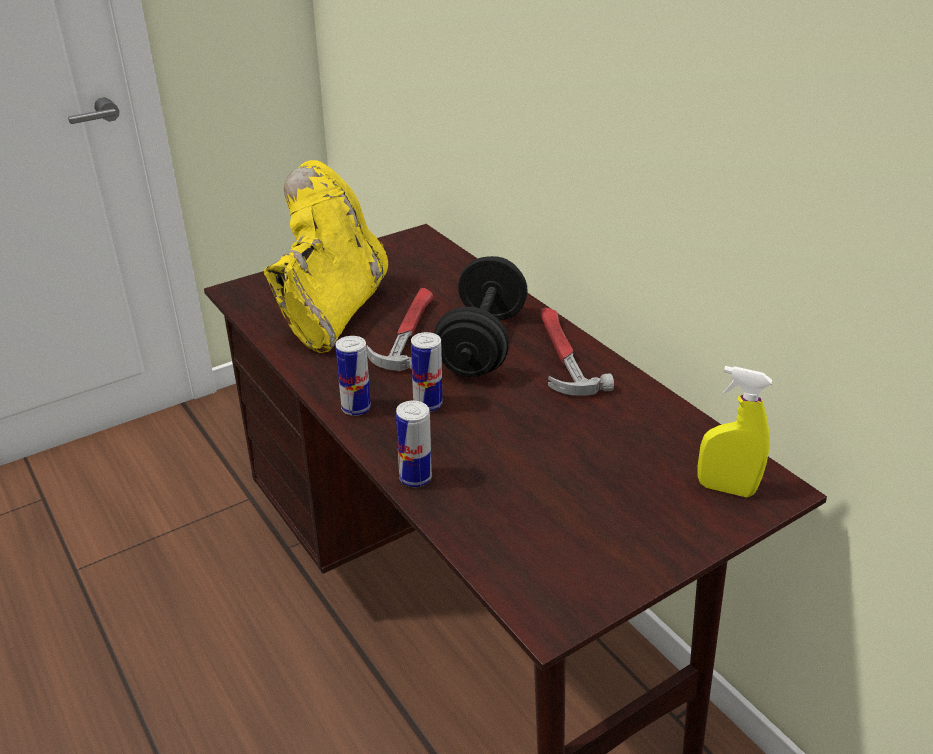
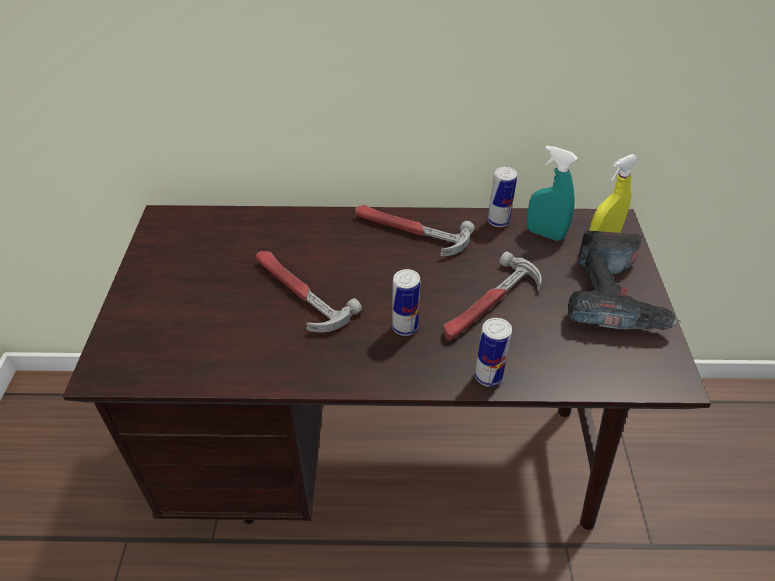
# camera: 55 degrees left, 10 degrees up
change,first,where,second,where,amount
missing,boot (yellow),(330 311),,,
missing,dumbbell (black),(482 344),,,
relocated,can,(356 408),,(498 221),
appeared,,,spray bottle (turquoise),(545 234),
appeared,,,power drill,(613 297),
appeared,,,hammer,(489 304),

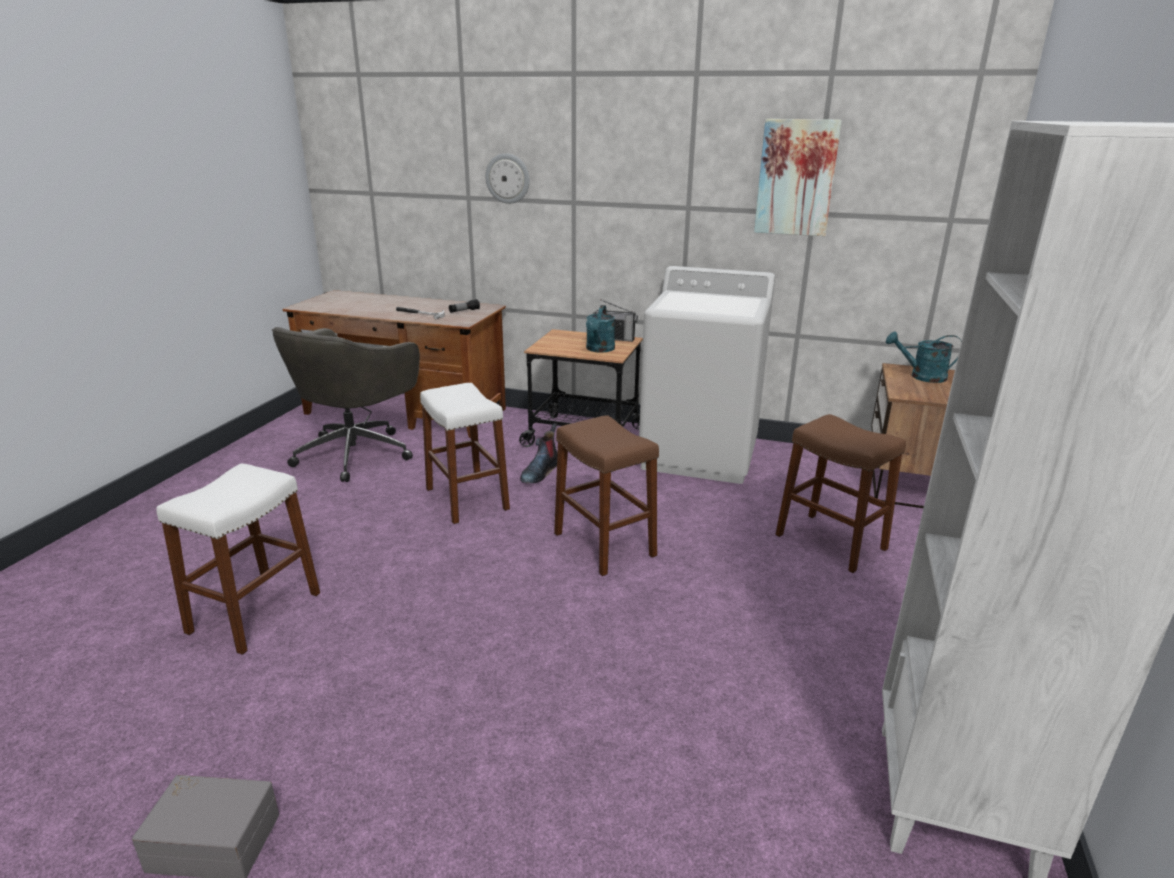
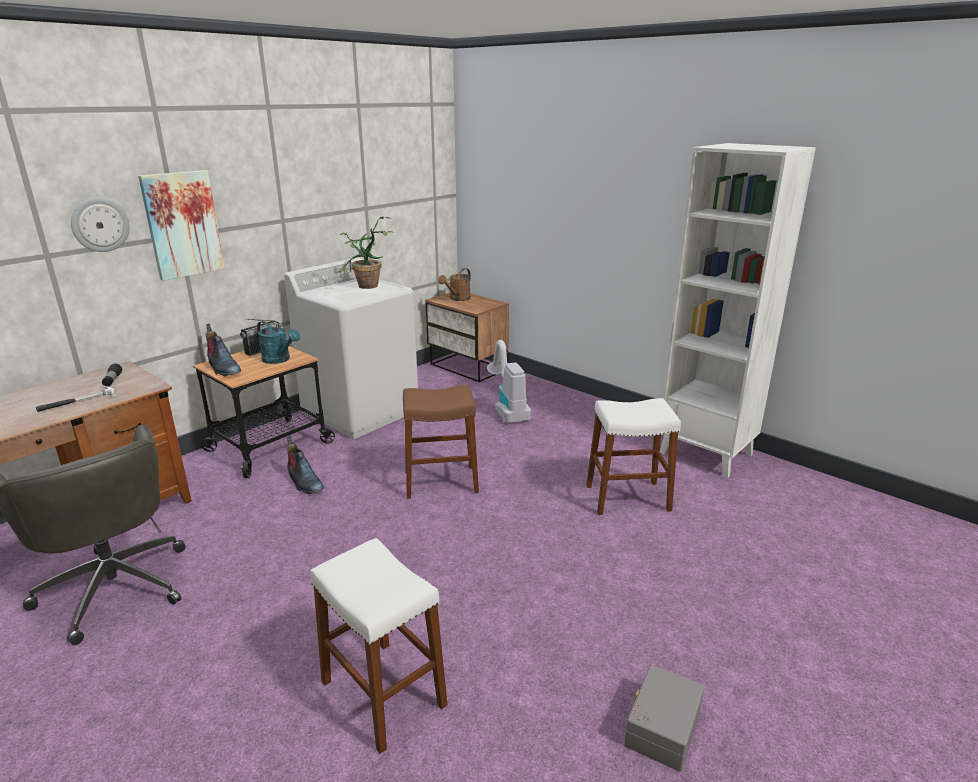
# camera: 65 degrees left, 0 degrees up
change,first,where,second,where,amount
relocated,picture,(796 178),,(182 224),
colour,watering can (turquoise),(921 377),watering can (brown),(457 299),
relocated,stool (white),(467 499),,(627 498),
exchanged,stool (brown),(830 542),vacuum cleaner,(507 408),
appeared,,,potted plant,(366 287),
appeared,,,boot,(223 368),

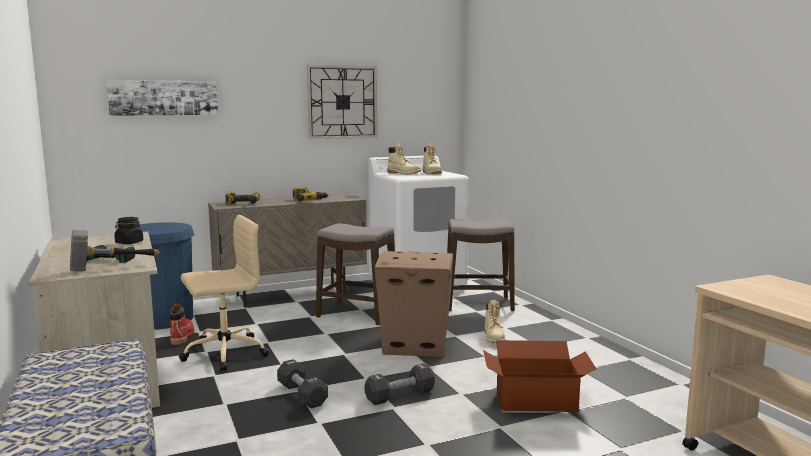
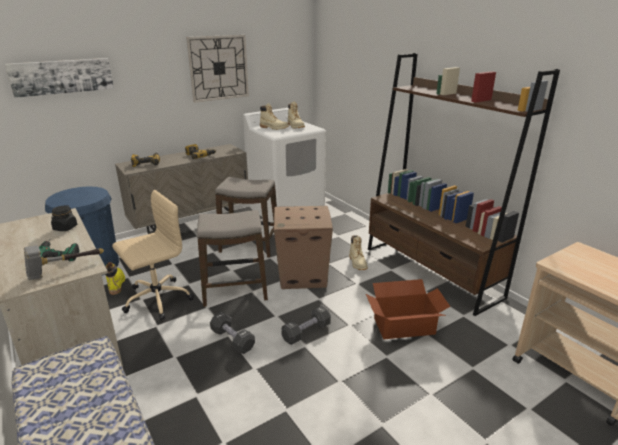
# camera: 10 degrees left, 15 degrees up
change,first,where,second,where,amount
relocated,stool,(478 304),,(235 291),
colour,boot (red),(182 336),boot (yellow),(116 284),
appeared,,,bookcase (brown),(431 272),

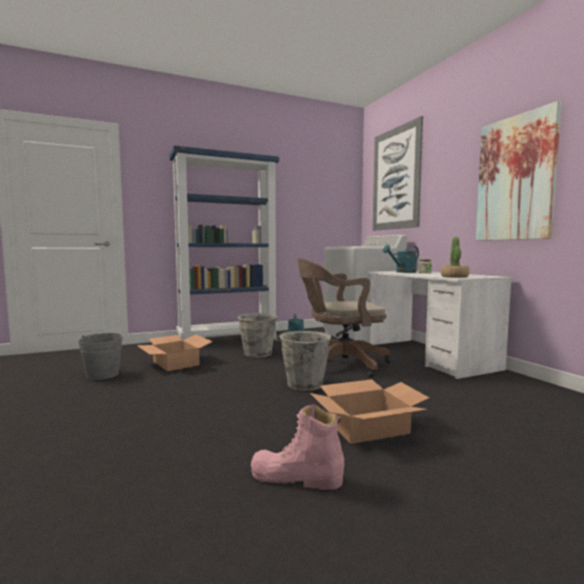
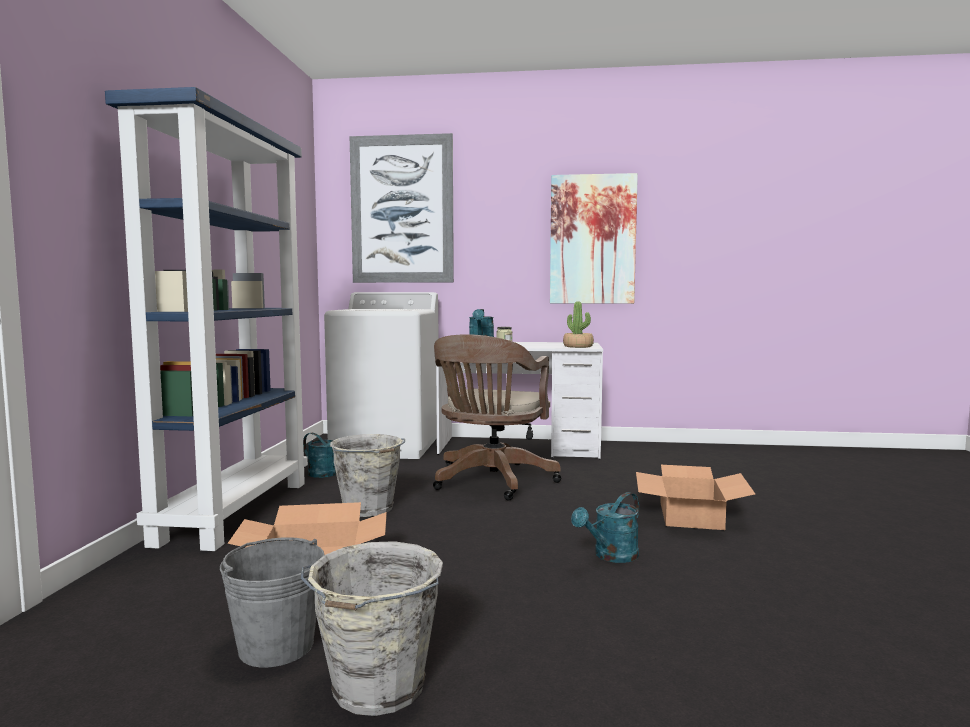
# camera: 60 degrees left, 0 degrees up
change,first,where,second,where,amount
relocated,bucket (grey),(303 384),,(376 689),
missing,boot (pink),(296 477),,,
appeared,,,watering can (turquoise),(611 556),

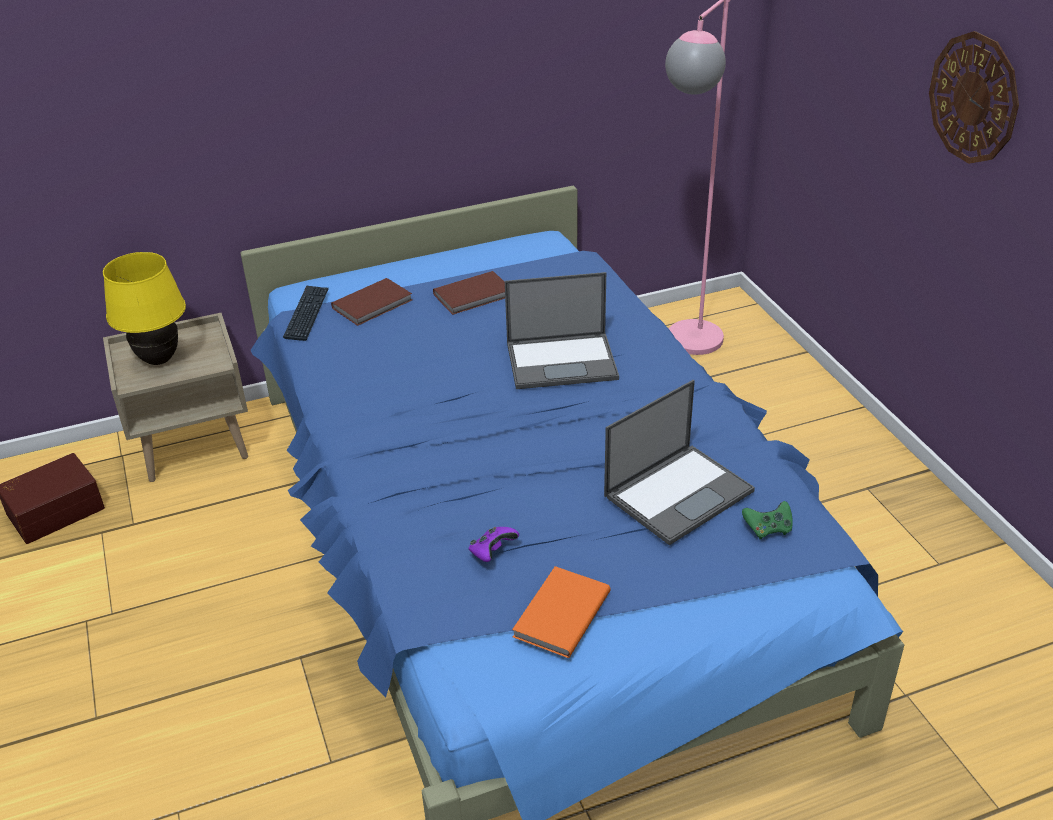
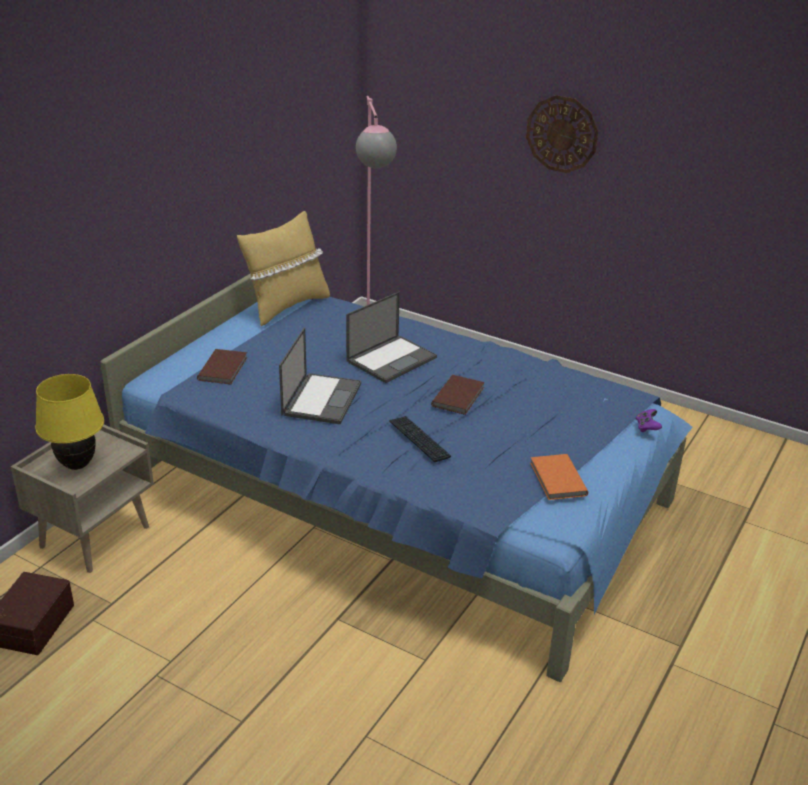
# camera: 40 degrees left, 5 degrees down
change,first,where,second,where,amount
relocated,book (brown),(474 295),,(459 396),
relocated,keyboard,(307 314),,(419 440),
relocated,laptop,(679 492),,(321 398),
missing,game controller (green),(768 529),,,
relocated,game controller (purple),(492 552),,(647 427),
appeared,,,pillow (yellow),(286 306),

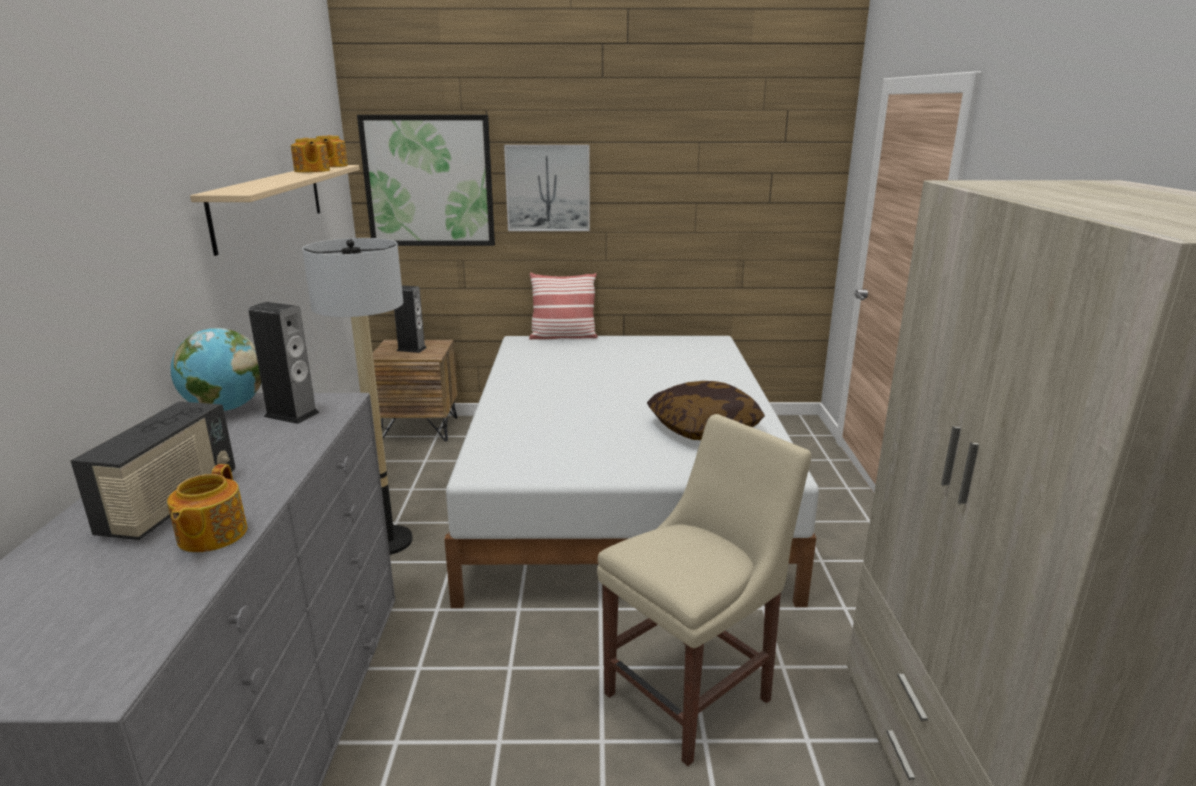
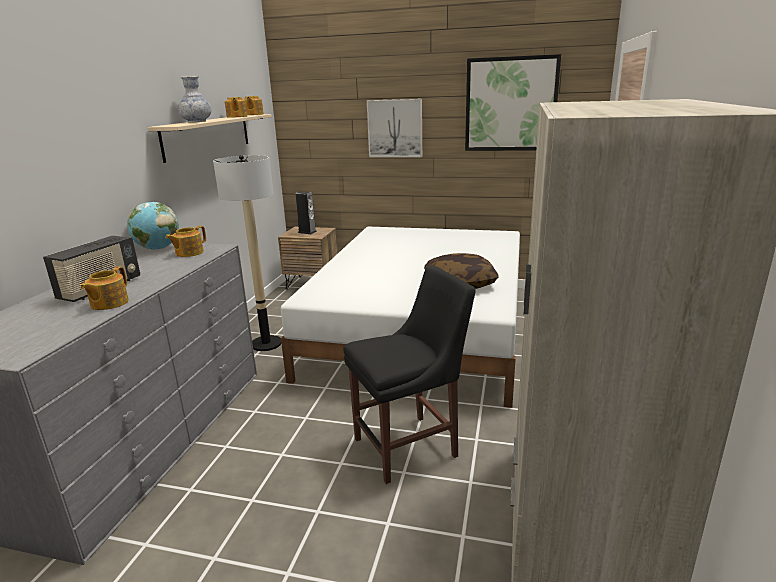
# camera: 15 degrees right, 0 degrees up
change,first,where,second,where,amount
relocated,picture,(429 181),,(510 104),
missing,pillow,(563 336),,,
exchanged,speaker,(291 414),teapot,(188 253),
colour,chair (beige),(694 693),chair (black),(410 446),
appeared,,,vase,(197 122),

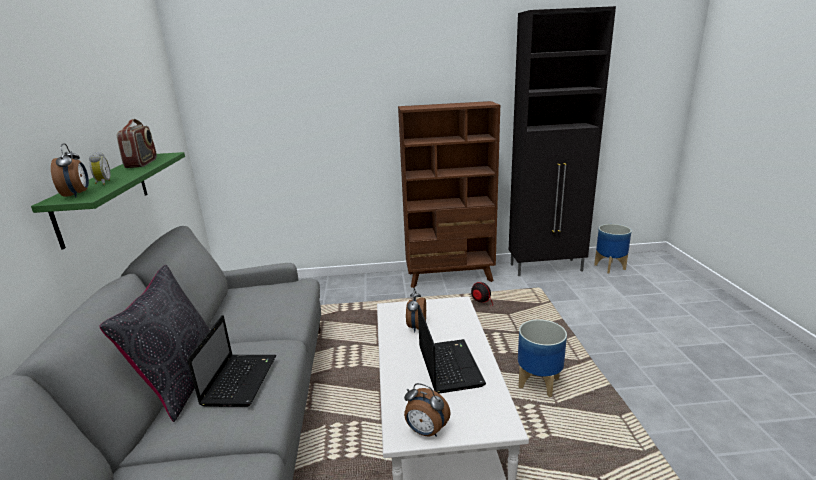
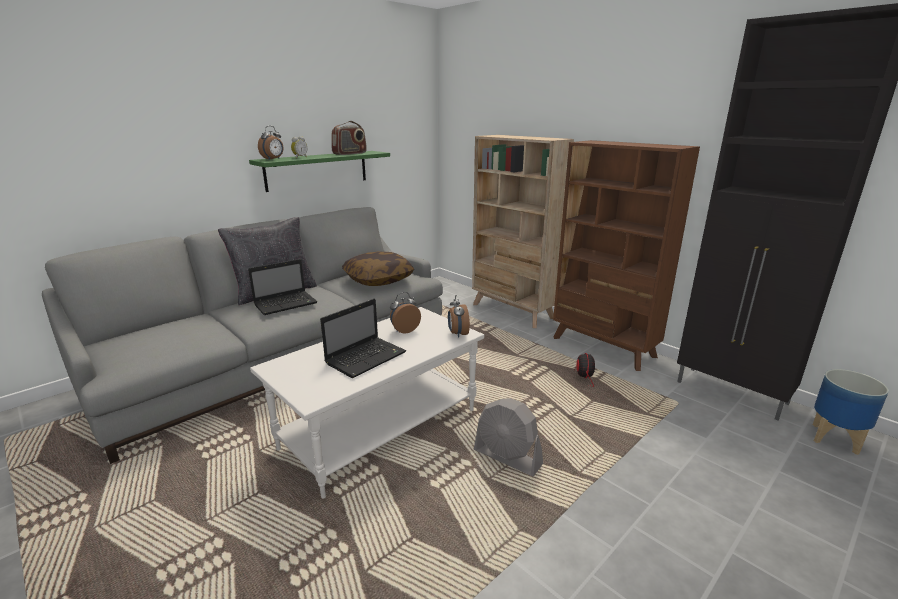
# camera: 50 degrees right, 0 degrees up
change,first,where,second,where,amount
exchanged,planter,(538 383),fan (grey),(507 458),
relocated,alarm clock,(425 431),,(457 334),
appeared,,,bookcase (beige),(513 311),
appeared,,,pillow,(378 279),

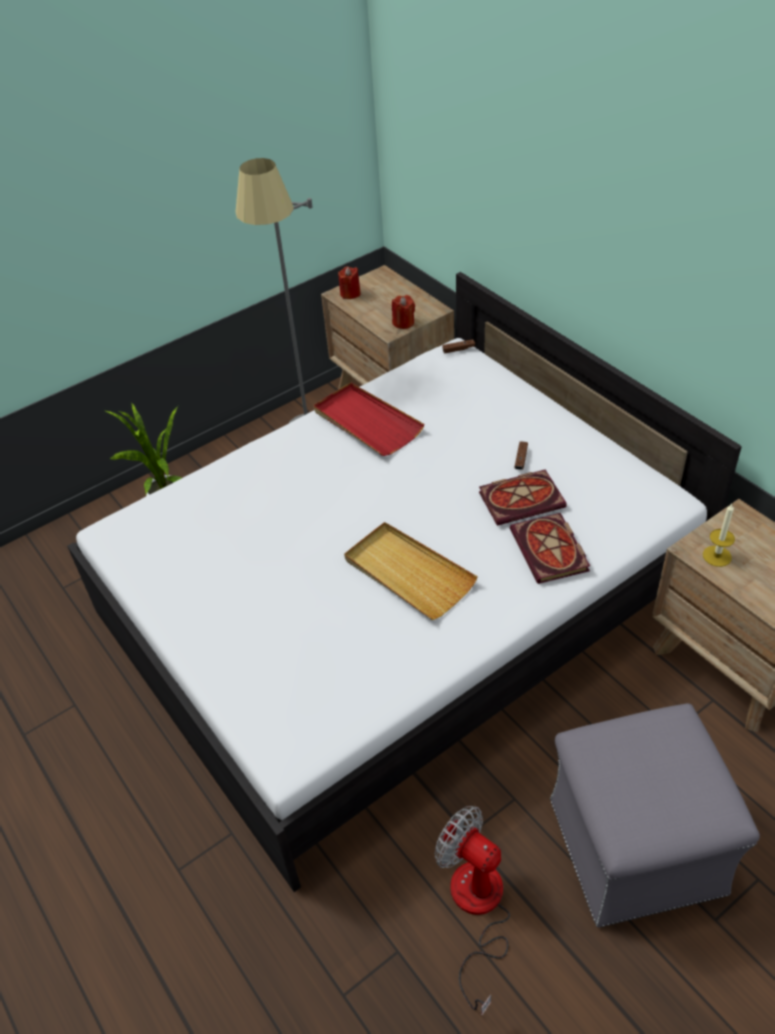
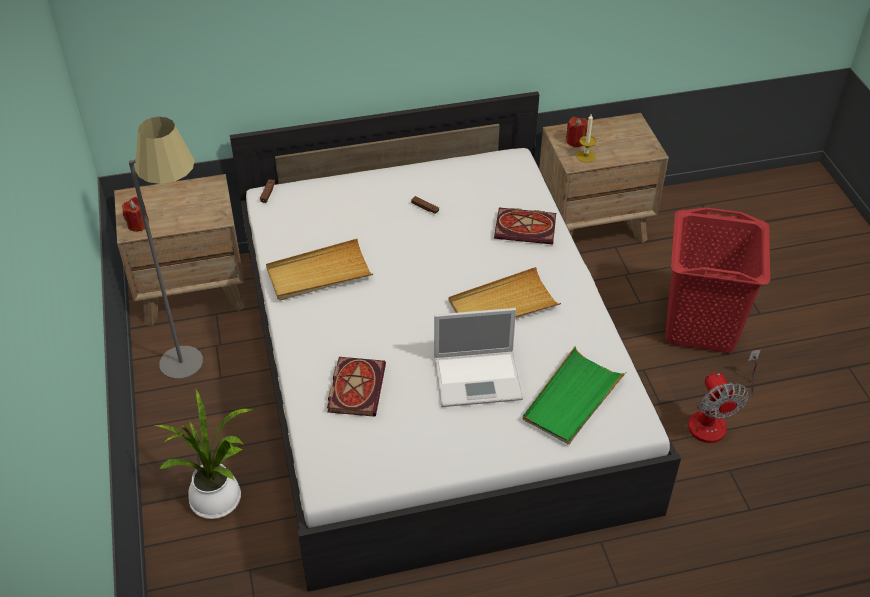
# camera: 70 degrees left, 0 degrees up
change,first,where,second,where,amount
relocated,candle (red),(403 323),,(575 141),
colour,tray (red),(366 422),tray (beige),(318 273),
relocated,book,(522 498),,(355 387),
exchanged,ottoman (grey),(635 844),laundry basket (red),(699 326),
spun,fan,(477 909),,(715 418),75 degrees counterclockwise
appeared,,,laptop,(479 378),
appeared,,,tray (green),(572 399),

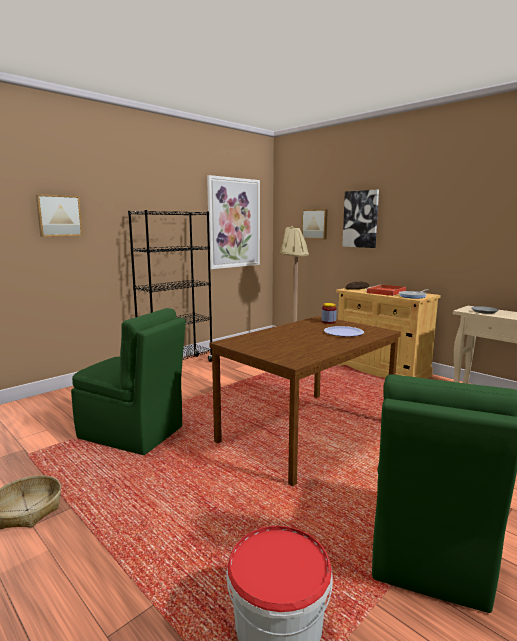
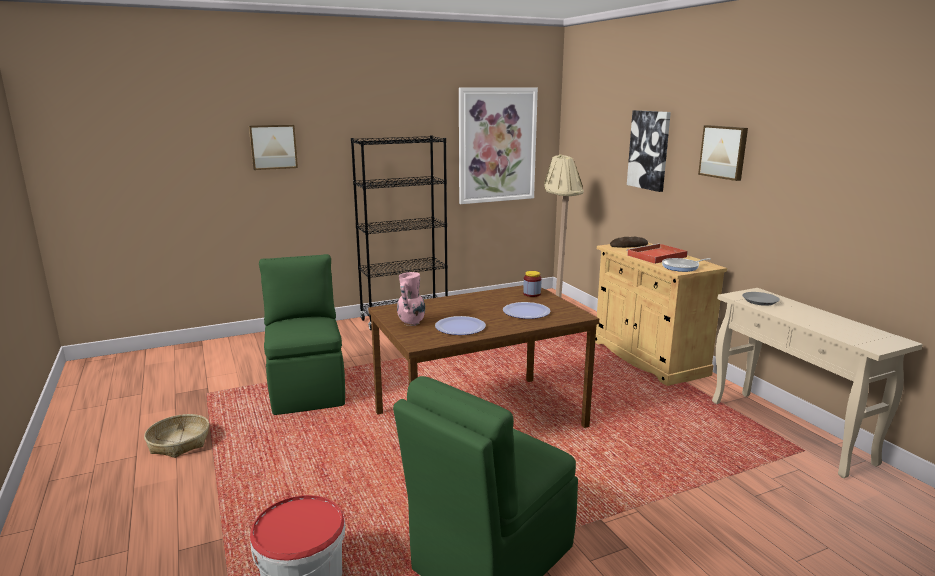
# camera: 20 degrees right, 5 degrees up
change,first,where,second,where,amount
relocated,picture,(315 224),,(724 152),
spun,chair (green),(133 433),,(307 389),150 degrees counterclockwise
appeared,,,vase (pink),(411 323),
appeared,,,plate,(460 327),

